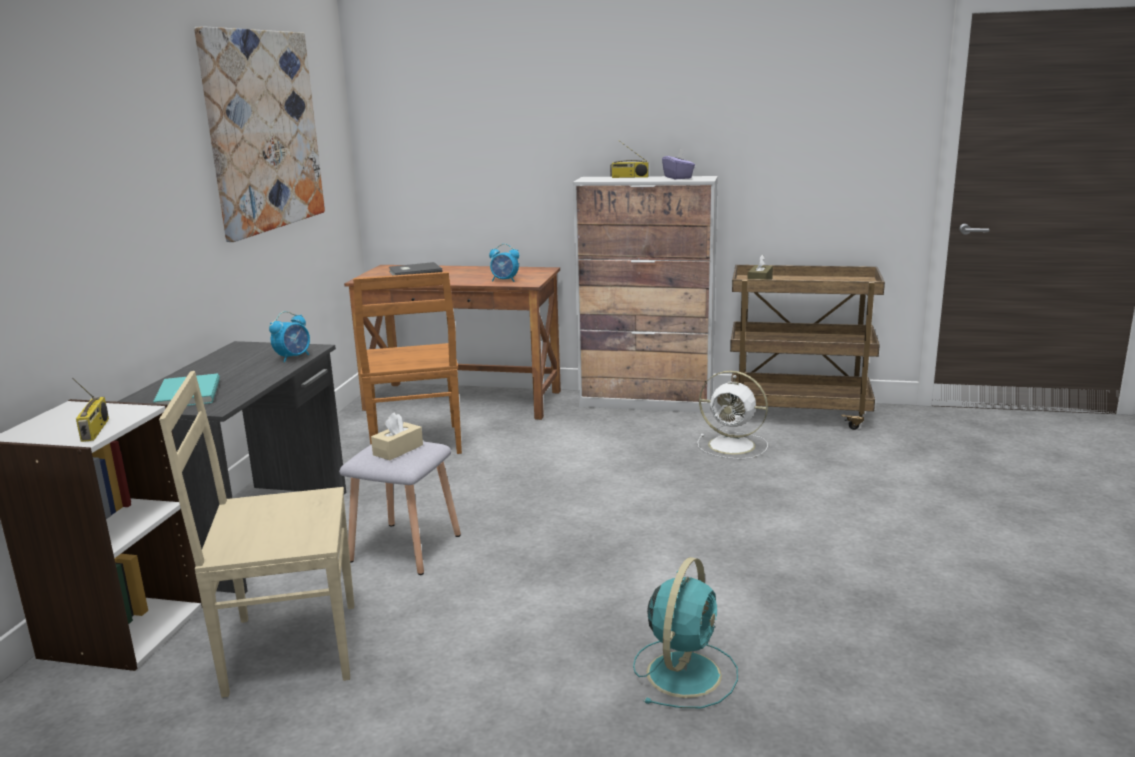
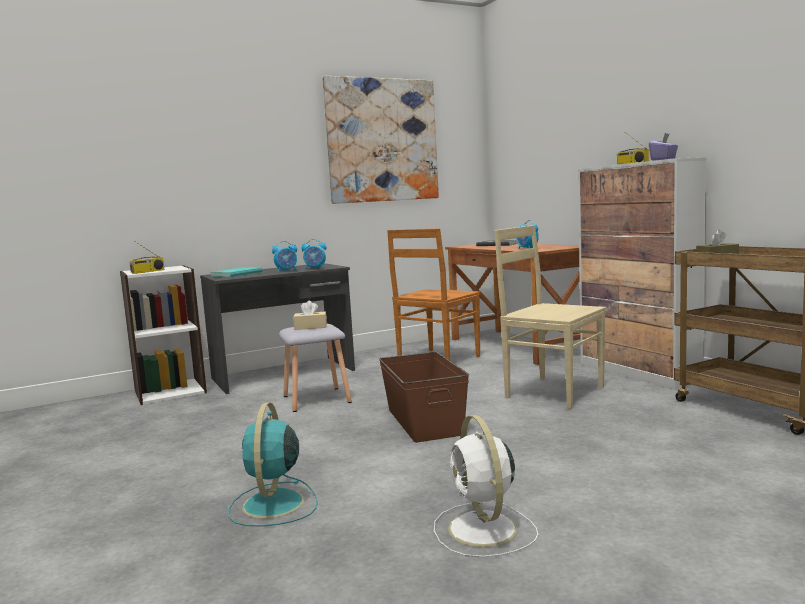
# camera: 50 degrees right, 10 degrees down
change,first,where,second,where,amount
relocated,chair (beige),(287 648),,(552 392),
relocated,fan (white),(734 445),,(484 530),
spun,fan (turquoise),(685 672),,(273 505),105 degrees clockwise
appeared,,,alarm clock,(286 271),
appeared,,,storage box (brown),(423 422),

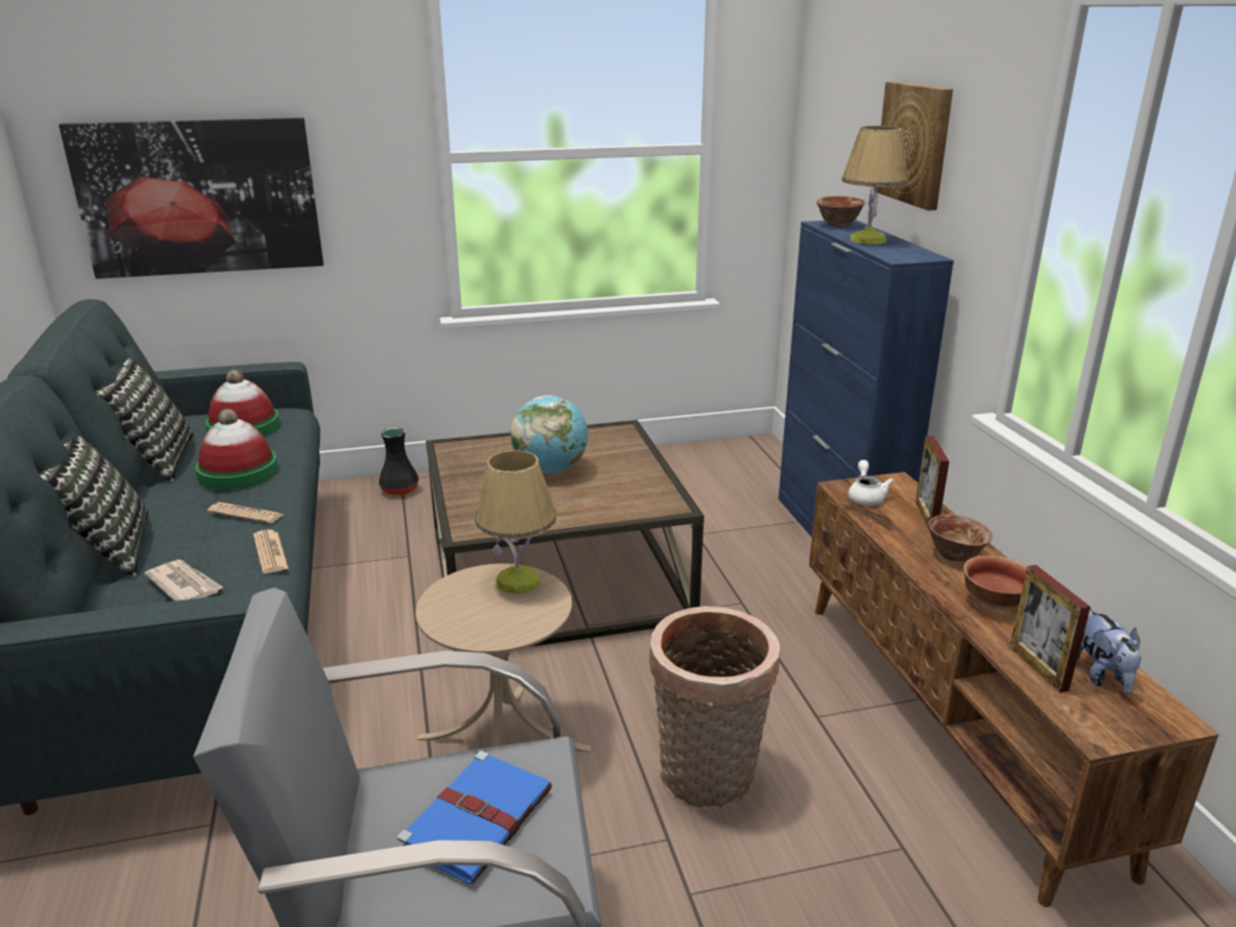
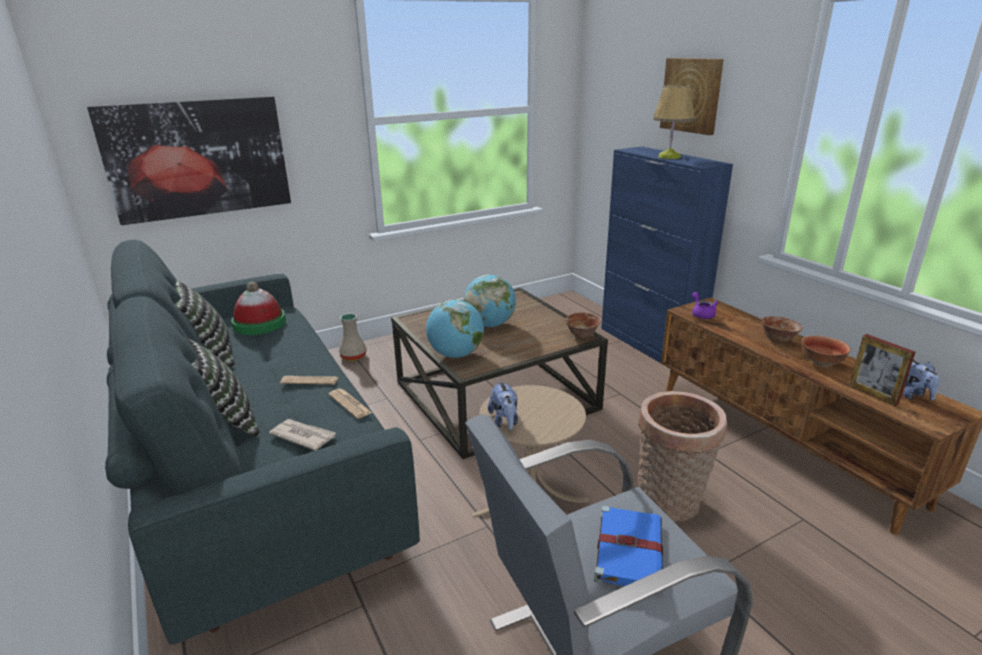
# camera: 15 degrees left, 0 degrees up
change,first,where,second,where,amount
relocated,bowl,(838 225),,(582 335),
missing,hat,(238 472),,,
colour,vase (black),(400 490),vase (beige),(353 356),
missing,picture frame,(926 516),,,
missing,table lamp,(519 581),,,
colour,teapot (white),(866 496),teapot (purple),(702 314),
appeared,,,globe,(456 355),
appeared,,,plush toy,(504 421),

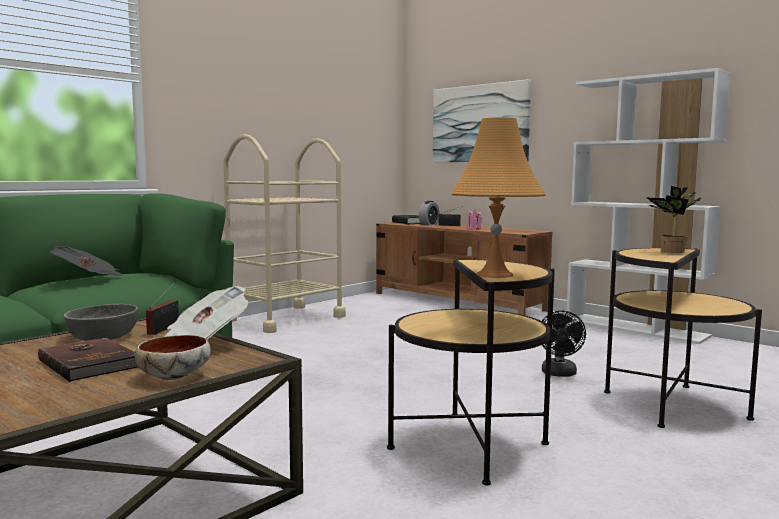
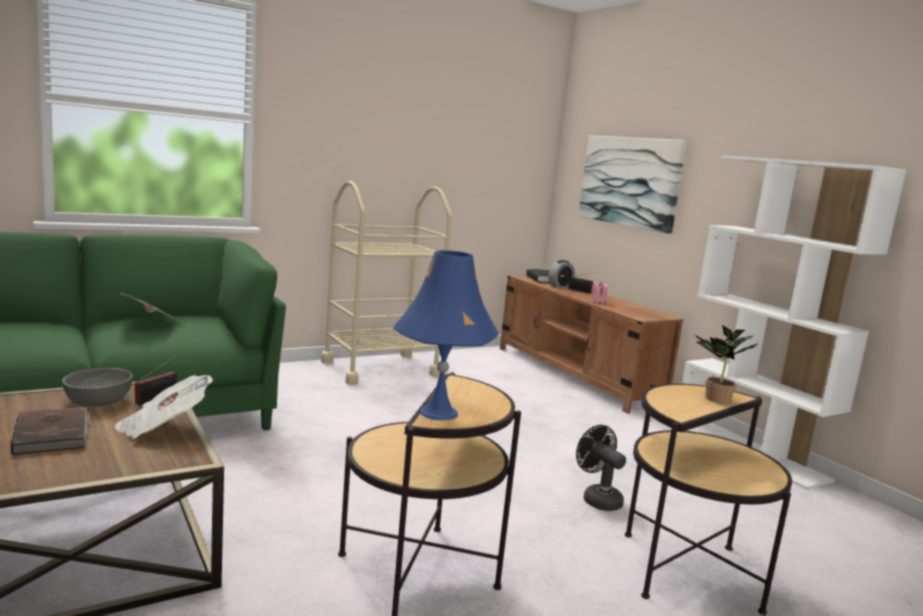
# camera: 15 degrees right, 5 degrees up
change,first,where,second,where,amount
colour,table lamp (orange),(495 274),table lamp (blue),(438 413),
spun,fan (black),(559 374),,(597 499),120 degrees clockwise
missing,bowl,(175 376),,,

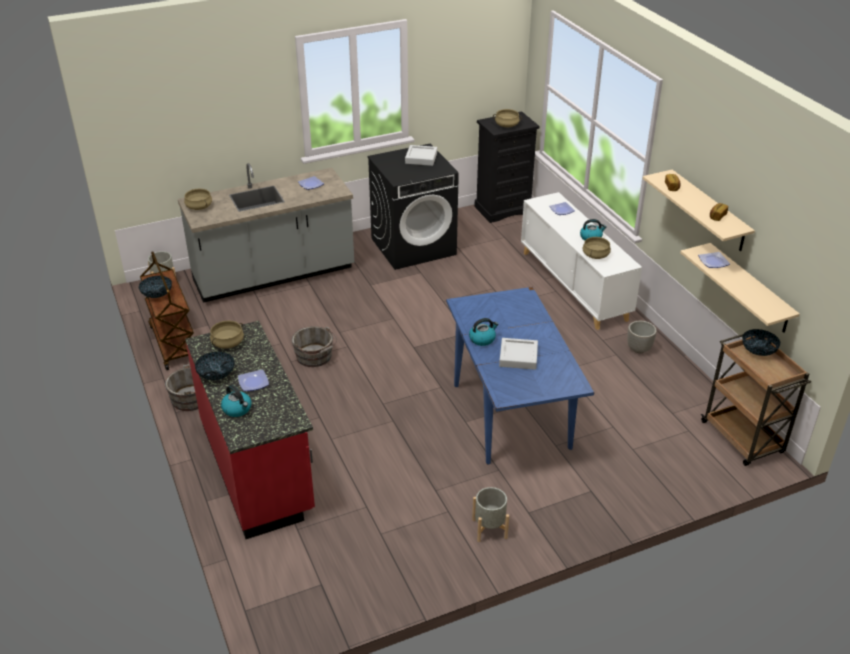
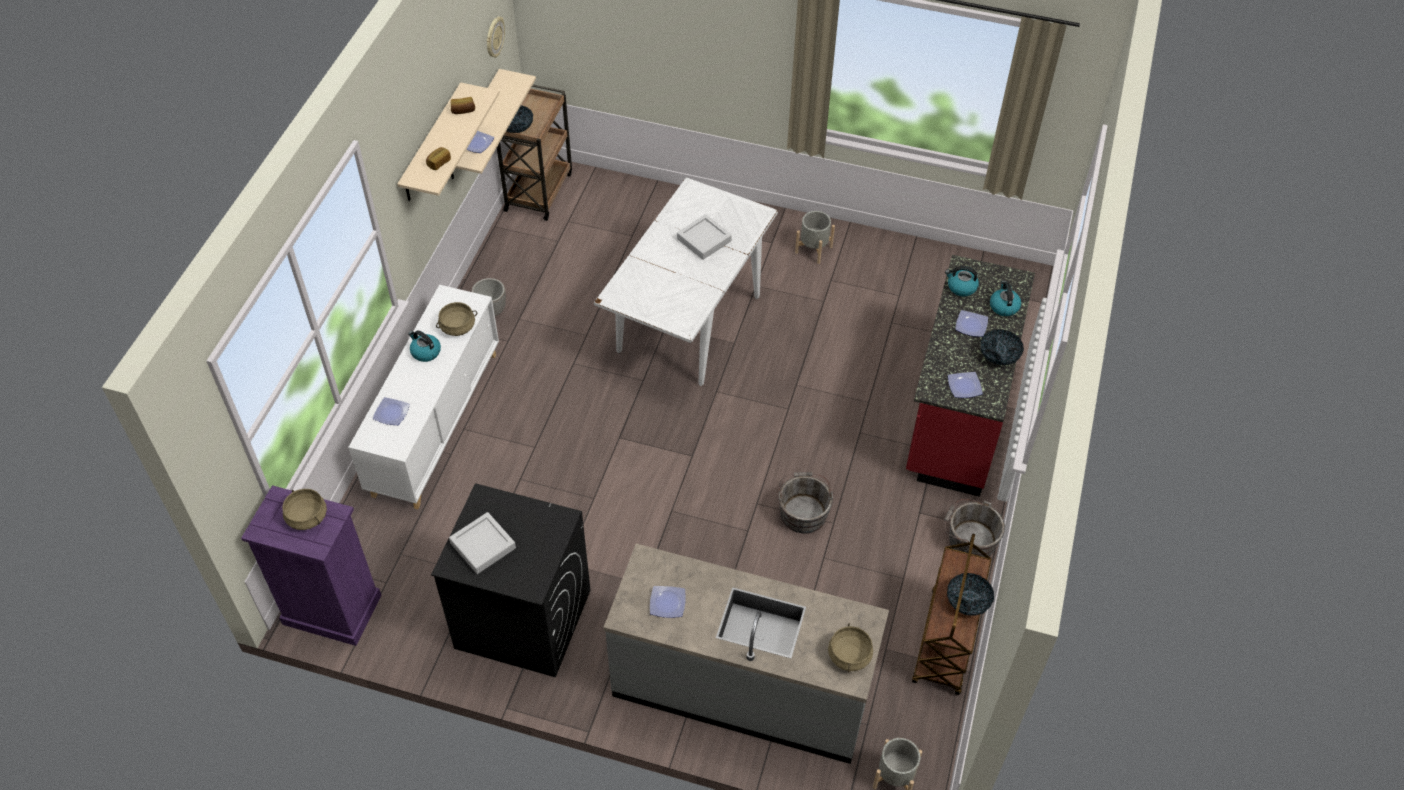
# camera: 140 degrees left, 15 degrees up
change,first,where,second,where,amount
colour,dresser (black),(503 209),dresser (purple),(331 610),
colour,dining table (blue),(510 414),dining table (white),(688 324),
relocated,kettle,(482 339),,(961 287),
exchanged,cooking pot (beige),(228 343),plate,(964 386),
appeared,,,wall clock,(494 37),

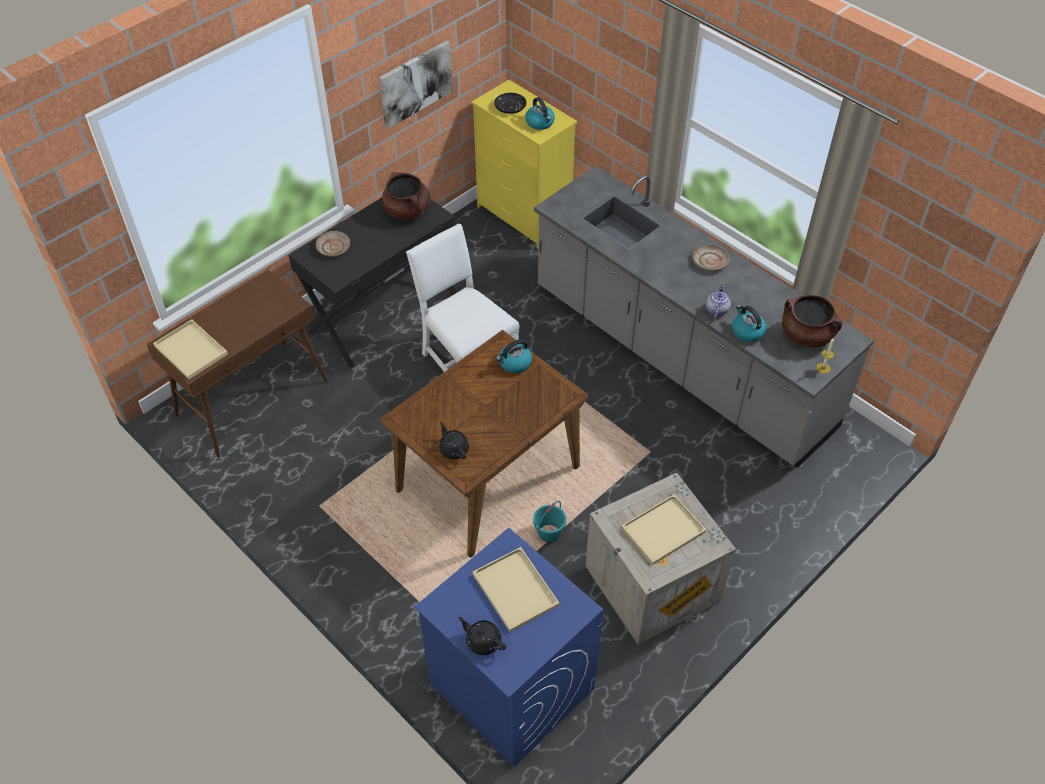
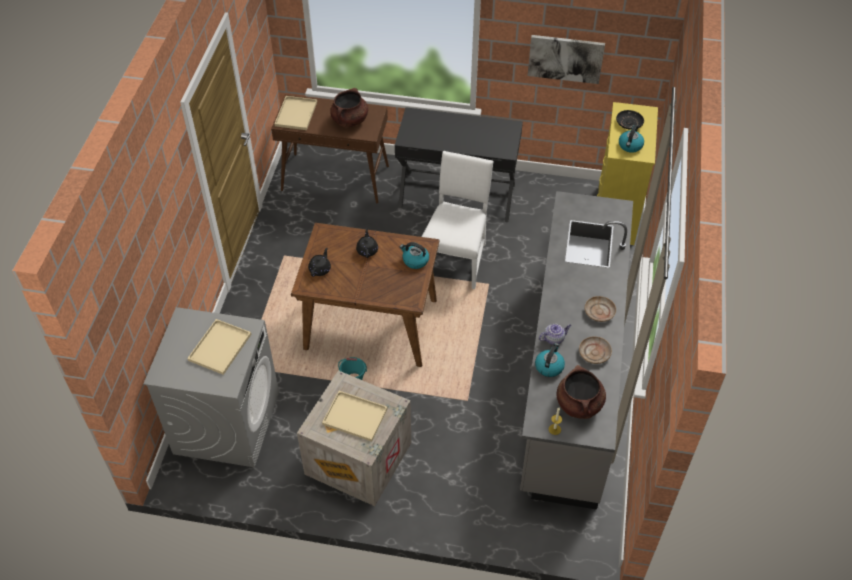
# camera: 55 degrees right, 0 degrees up
change,first,where,second,where,amount
relocated,cooking pot (brown),(407 211),,(350 120),
relocated,plate (beige),(333 247),,(594 353),
colour,washing machine (blue),(510 686),washing machine (grey),(227 422),
relocated,teapot (black),(482 641),,(367 250),

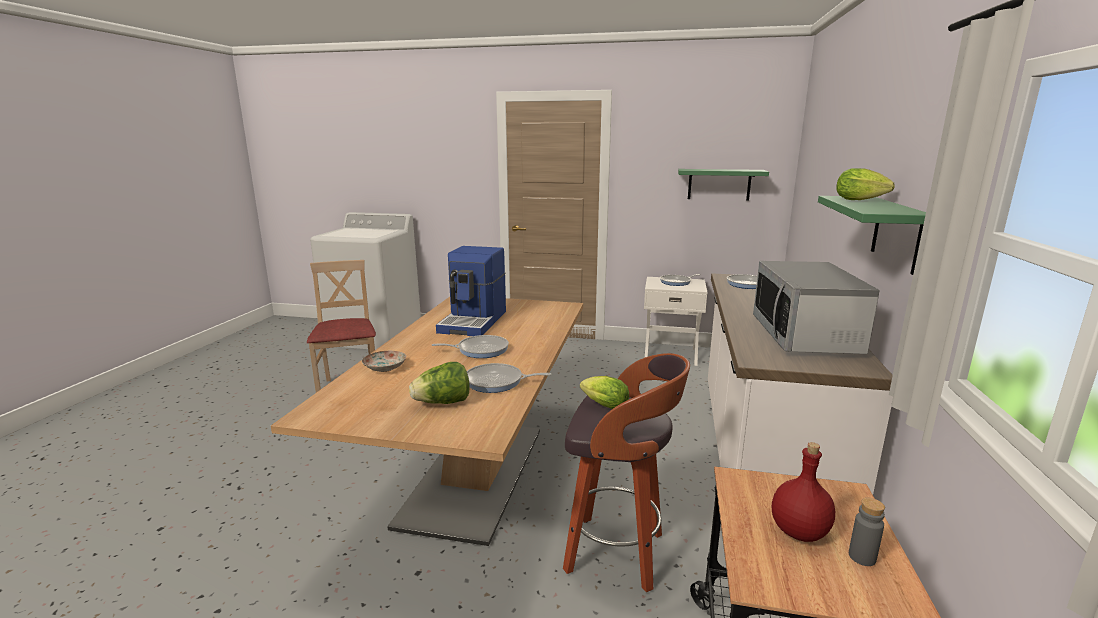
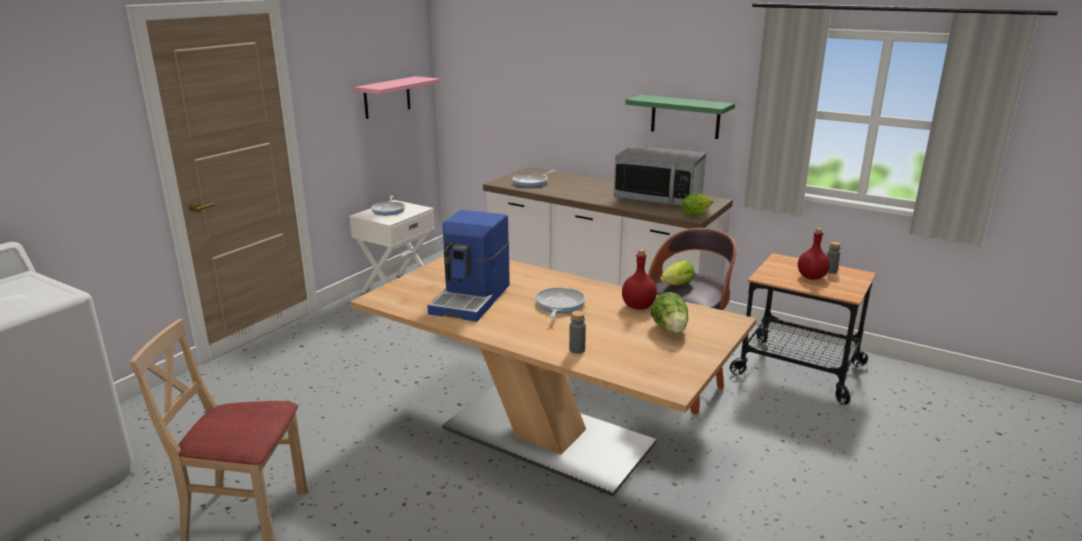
# camera: 70 degrees left, 5 degrees up
change,first,where,second,where,amount
relocated,lettuce,(862 200),,(697 214),
colour,shelf (green),(719 184),shelf (pink),(387 97),
spun,coffee machine,(474 322),,(472 299),75 degrees clockwise
exchanged,plate,(385 368),bottle (grey),(577 350),
exchanged,frying pan,(497 382),bottle (red),(638 306),

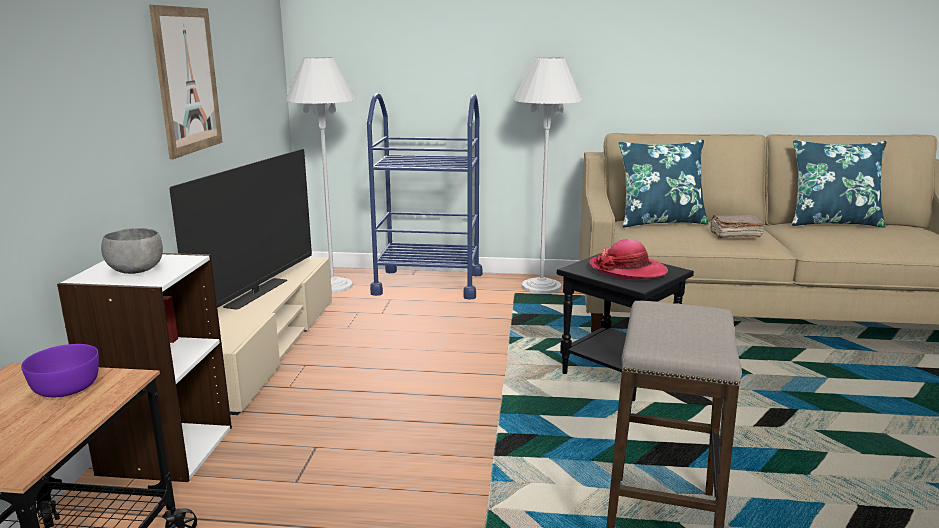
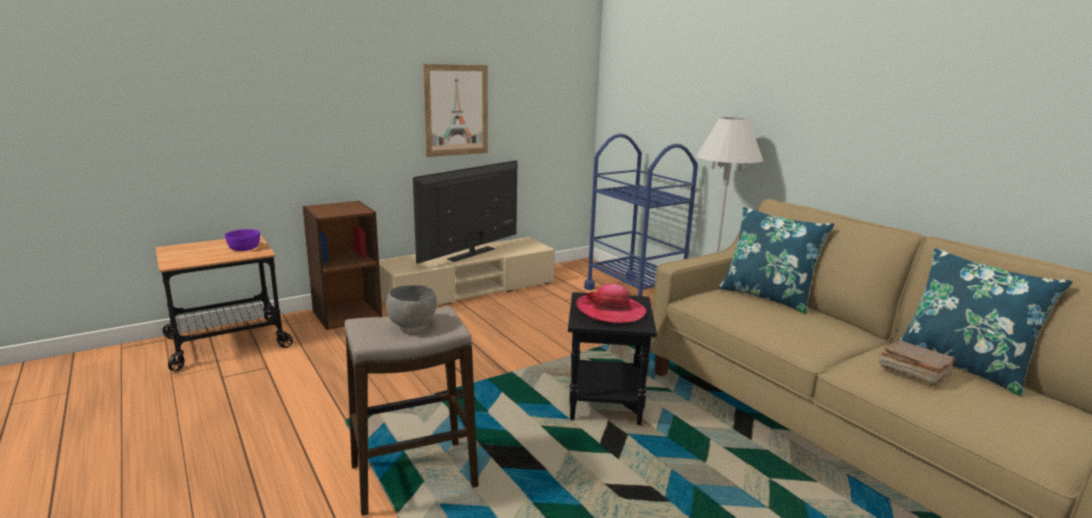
# camera: 50 degrees right, 0 degrees up
change,first,where,second,where,amount
missing,floor lamp (white),(332 286),,,
spun,television,(256 294),,(471 254),150 degrees clockwise
relocated,book (brown),(734 235),,(912 372),
relocated,bowl (grey),(136 271),,(413 324),
colour,bookcase (white),(165 450),bookcase (brown),(347 314),

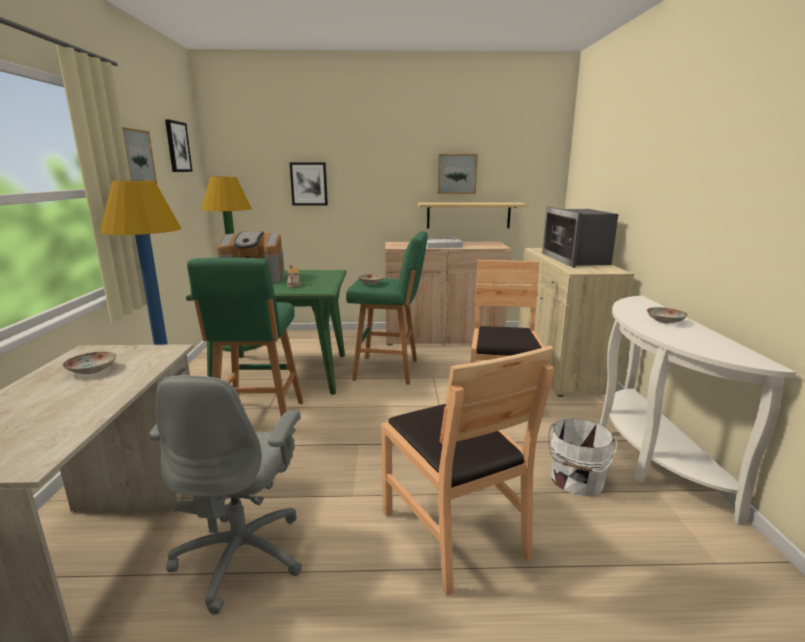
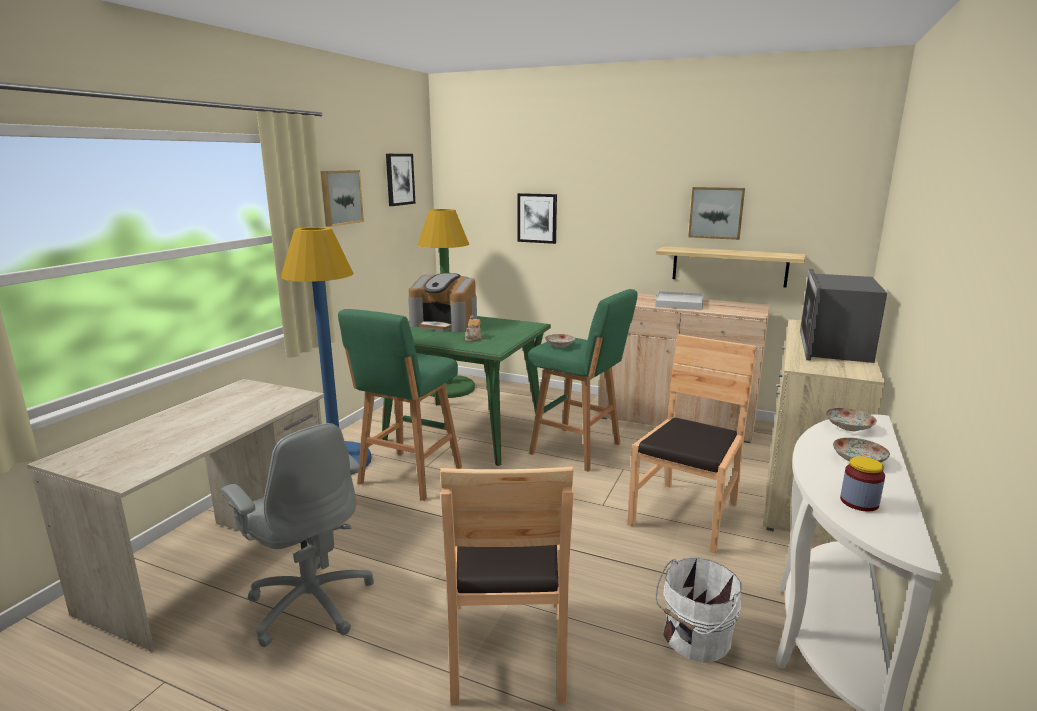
# camera: 25 degrees right, 0 degrees up
change,first,where,second,where,amount
relocated,plate,(92 370),,(849 426),
spun,office chair (grey),(243 554),,(310 602),75 degrees counterclockwise
appeared,,,jar,(859 502),

